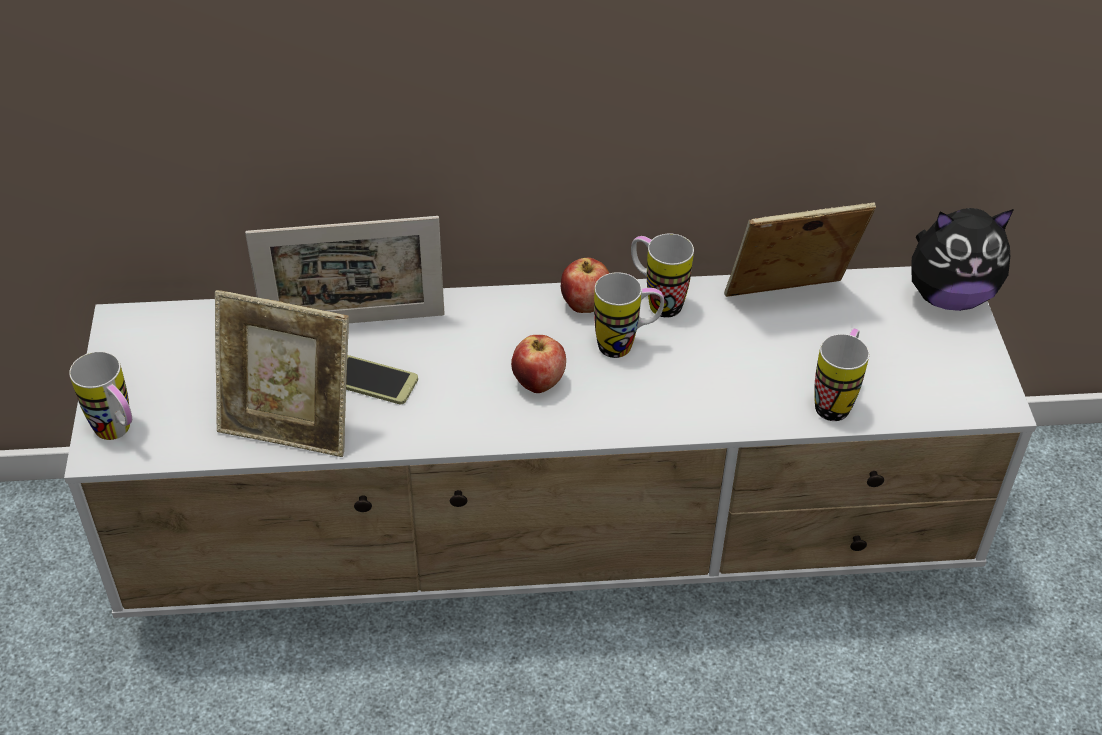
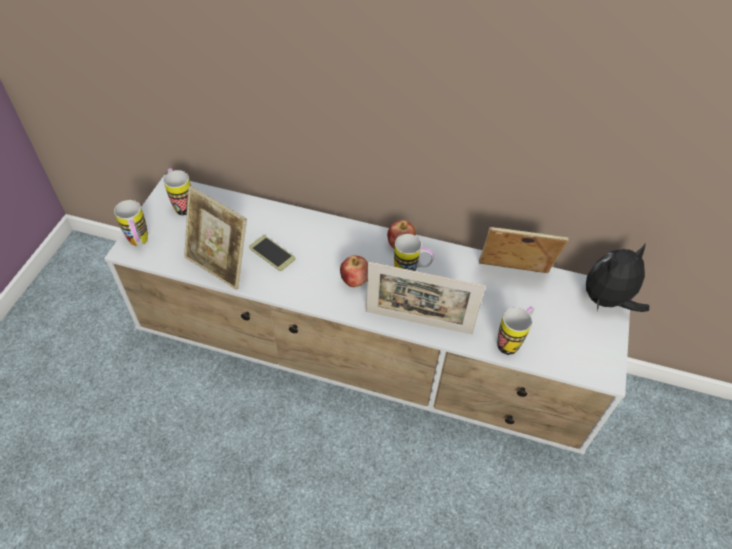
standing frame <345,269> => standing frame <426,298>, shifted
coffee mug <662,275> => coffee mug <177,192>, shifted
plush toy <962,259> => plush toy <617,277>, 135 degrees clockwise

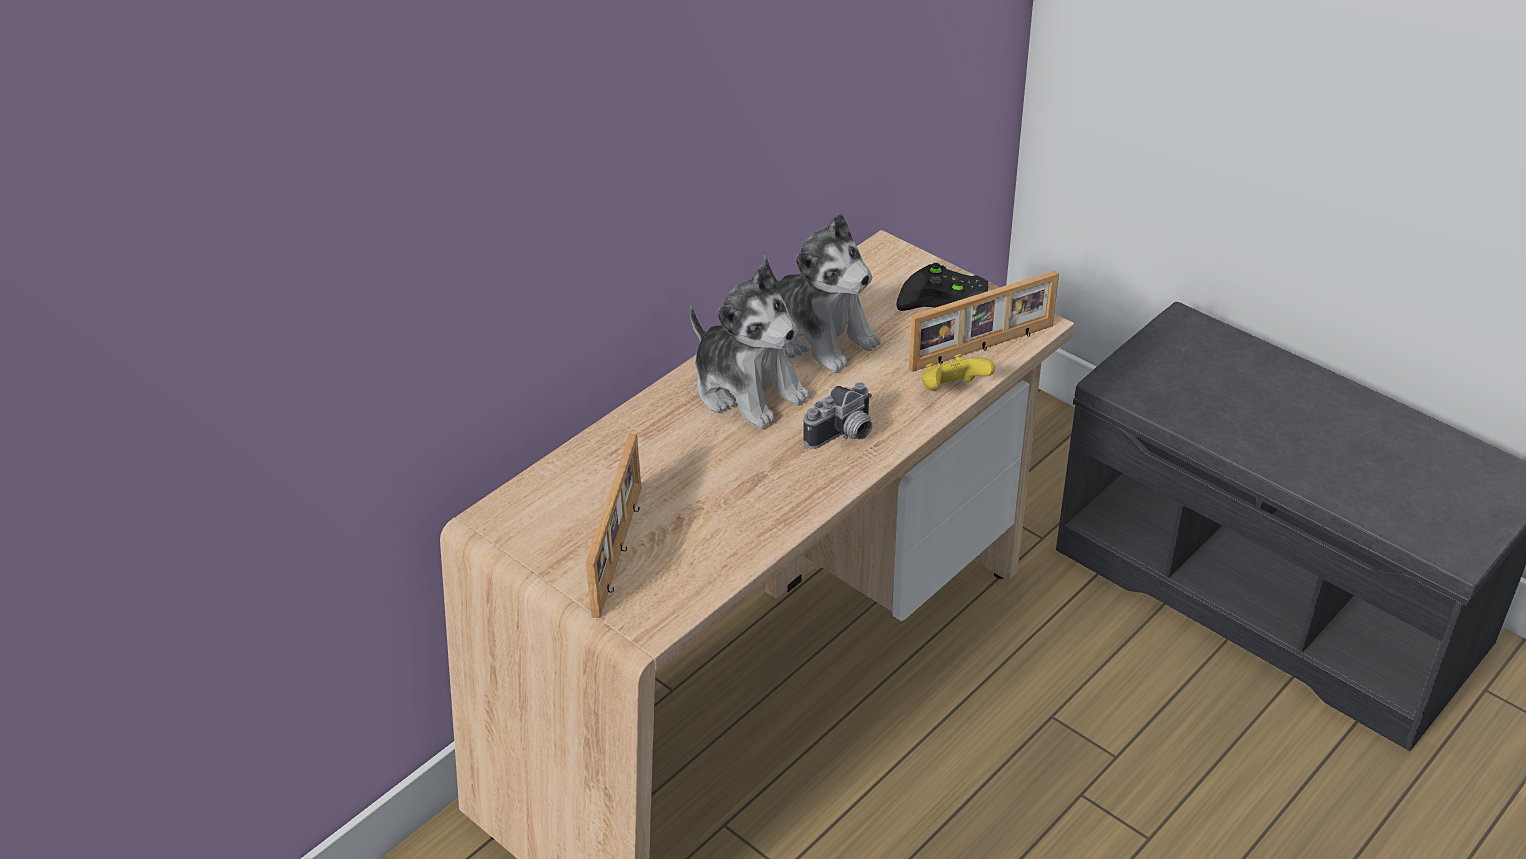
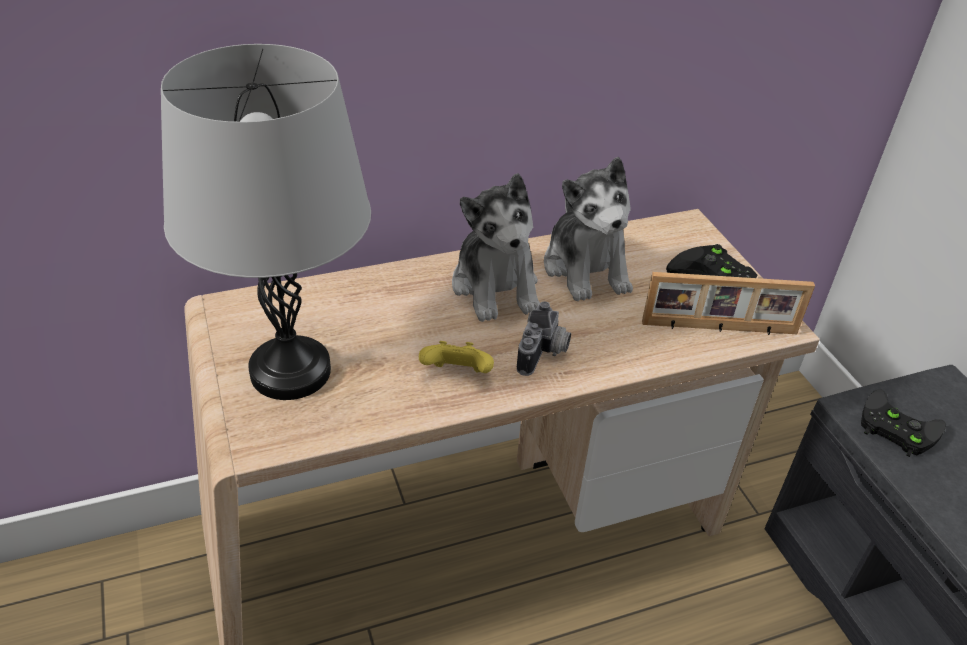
standing frame <613,525> => greyish lamp for a table <266,222>
photo camera <837,415> => photo camera <544,338>, 60 degrees counterclockwise
yellow game controller <958,372> => yellow game controller <456,357>, shifted
nothing => black game controller <903,423>

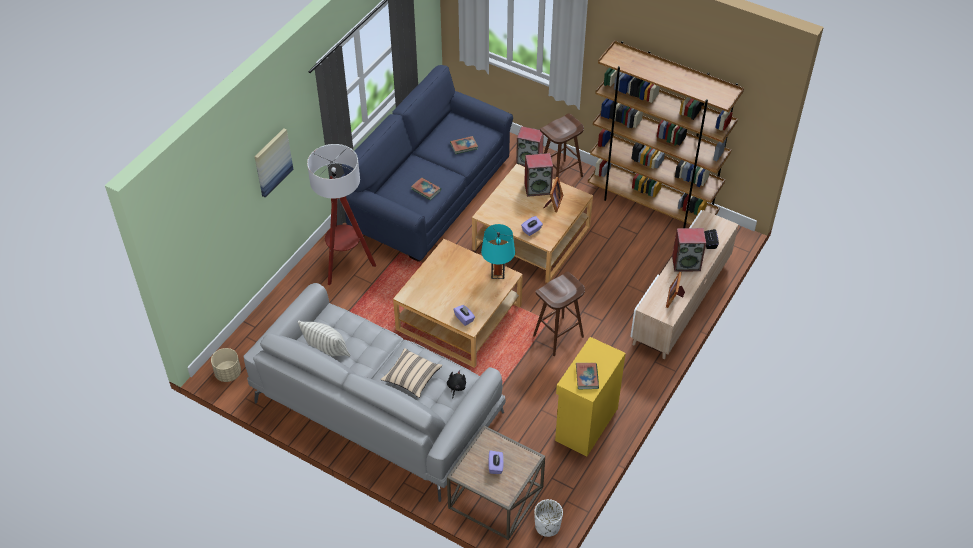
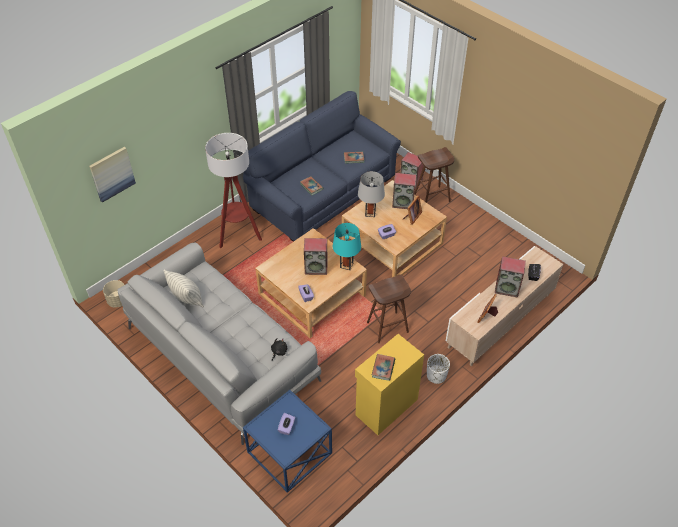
wall picture <273,162> => wall picture <112,175>, shifted
sand-coloured throw pillow <411,373> => nothing
brown side table <496,482> => blue side table <287,441>
white planter <548,518> => white planter <438,369>, shifted
brown bookcase <666,134> => nothing
nothing => loudspeaker <316,256>
nothing => greyish lamp for a table <371,194>

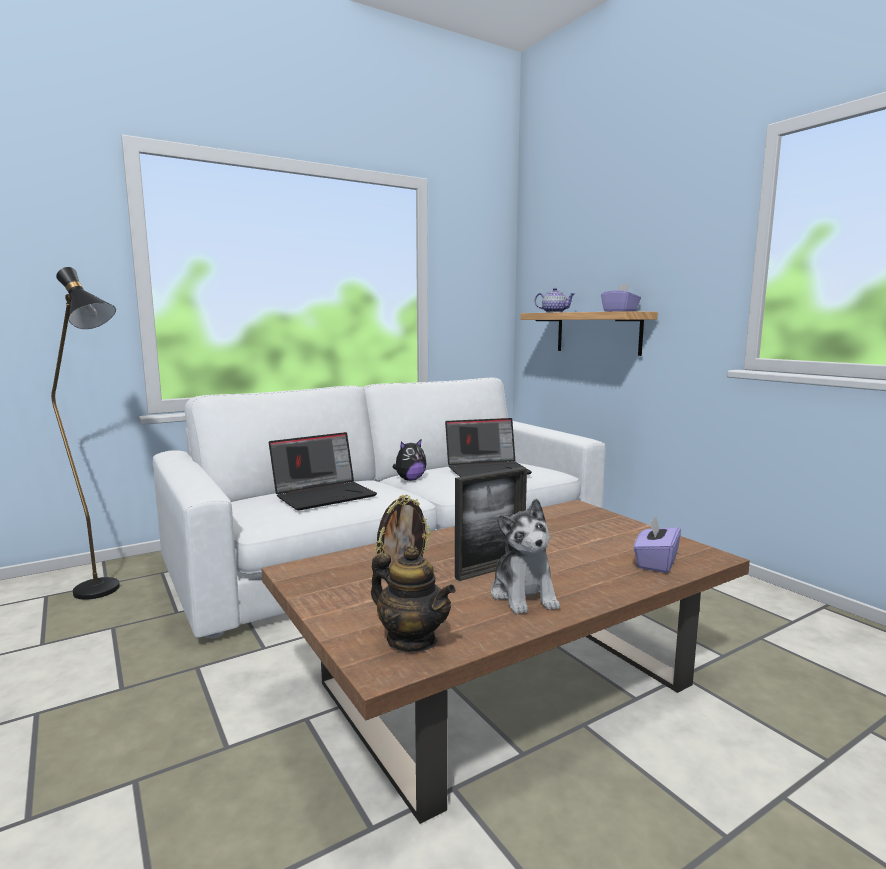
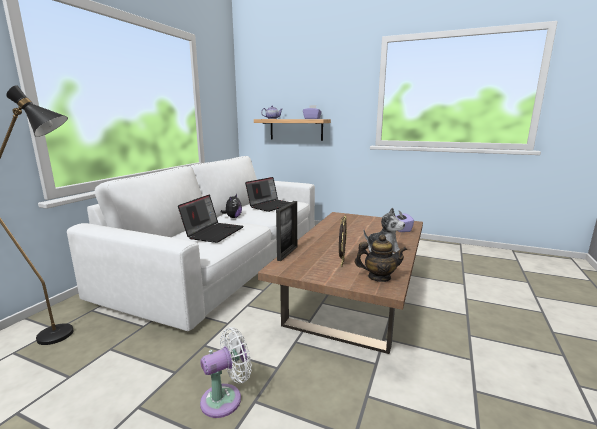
standing frame <491,524> => standing frame <286,231>, shifted
nothing => white fan <226,372>

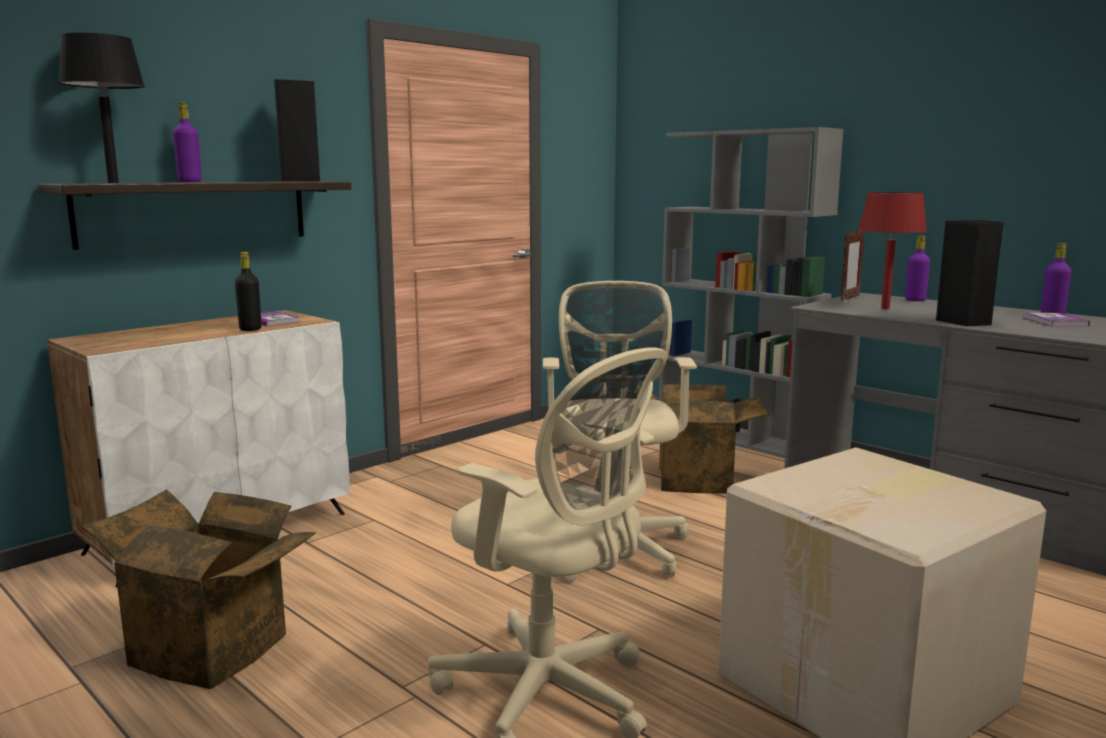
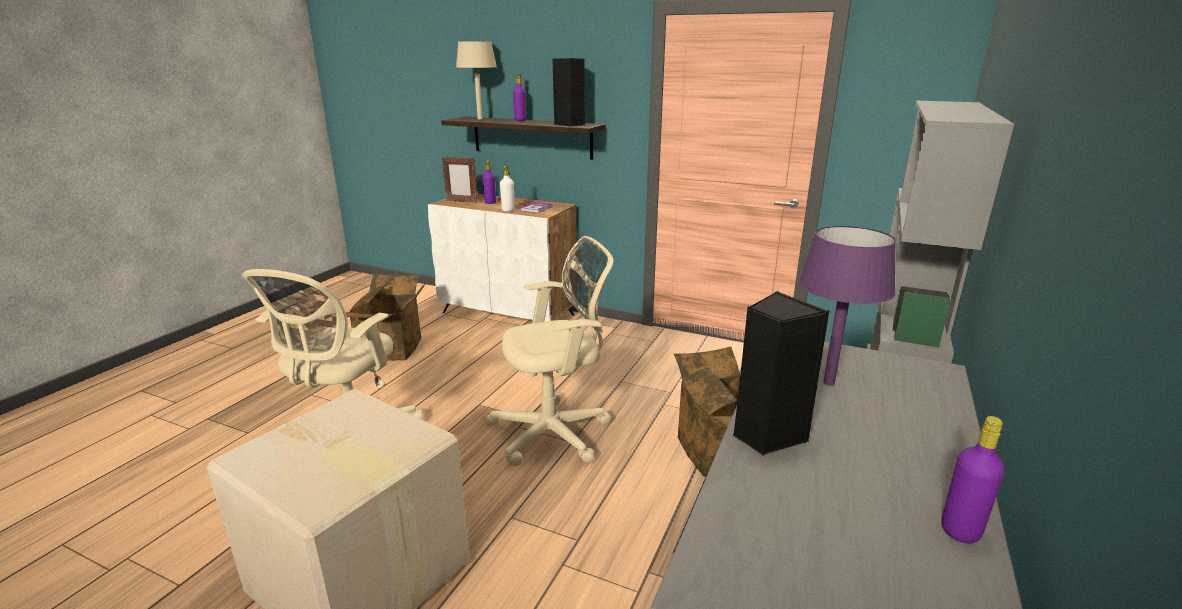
black lamp for a table <101,108> => sand-coloured lamp for a table <476,80>
black drink bottle <248,291> => white drink bottle <507,188>
standing frame <853,265> => standing frame <459,180>, shifted
reddish lamp for a table <893,250> => purple lamp for a table <847,306>
purple drink bottle <917,268> => purple drink bottle <489,182>, shifted
book <1057,319> => nothing

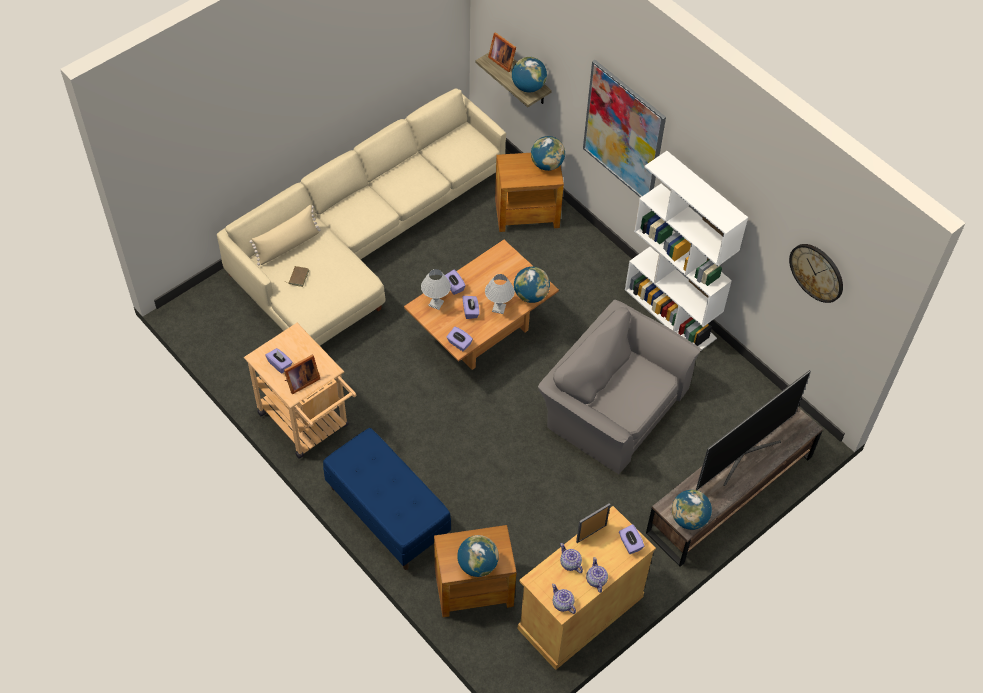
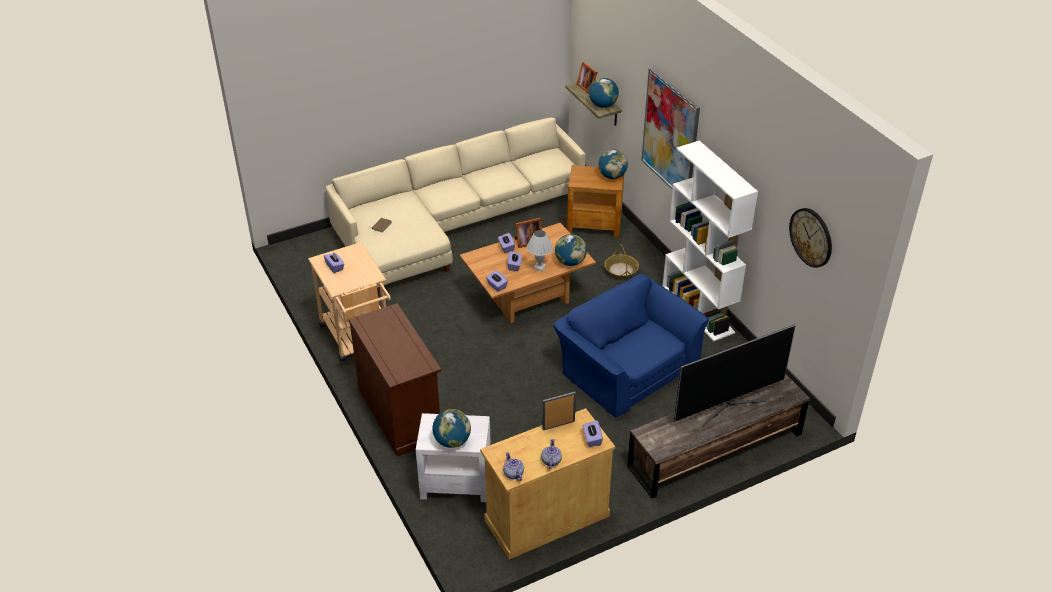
sand-coloured throw pillow <285,235> => nothing
standing frame <302,374> => standing frame <528,233>, shifted
blue long seat <387,499> => brown cabinet <395,380>
white lamp for a table <436,289> => nothing
brown side table <475,571> => white side table <453,457>
greyish easy chair <619,387> => blue easy chair <631,346>
teapot <571,558> => nothing
desk globe <692,510> => nothing
nothing => basket <621,261>

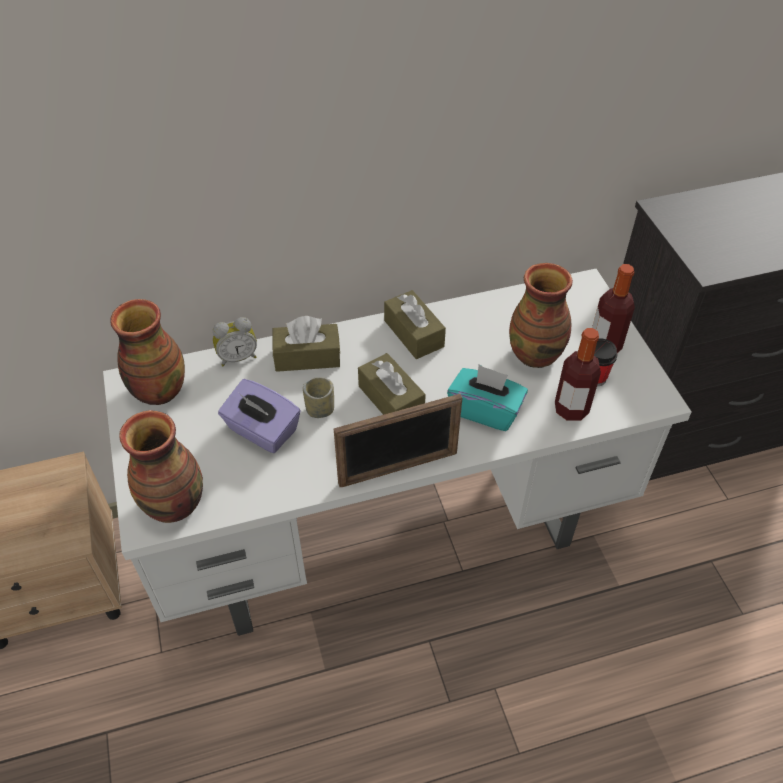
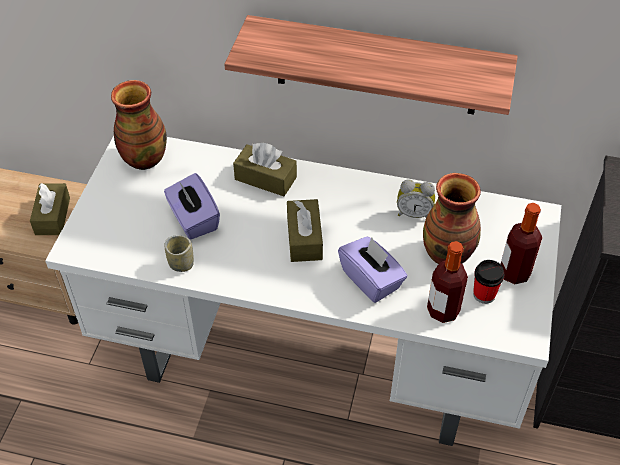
vase <161,466> => nothing
alarm clock <235,341> => alarm clock <416,198>, shifted
cup <318,397> => cup <179,253>, shifted
standing frame <398,440> => nothing
brown box of tissues <415,324> => brown box of tissues <50,209>, shifted
turquoise box of tissues <487,398> => purple box of tissues <373,269>
nothing => shelf <371,65>

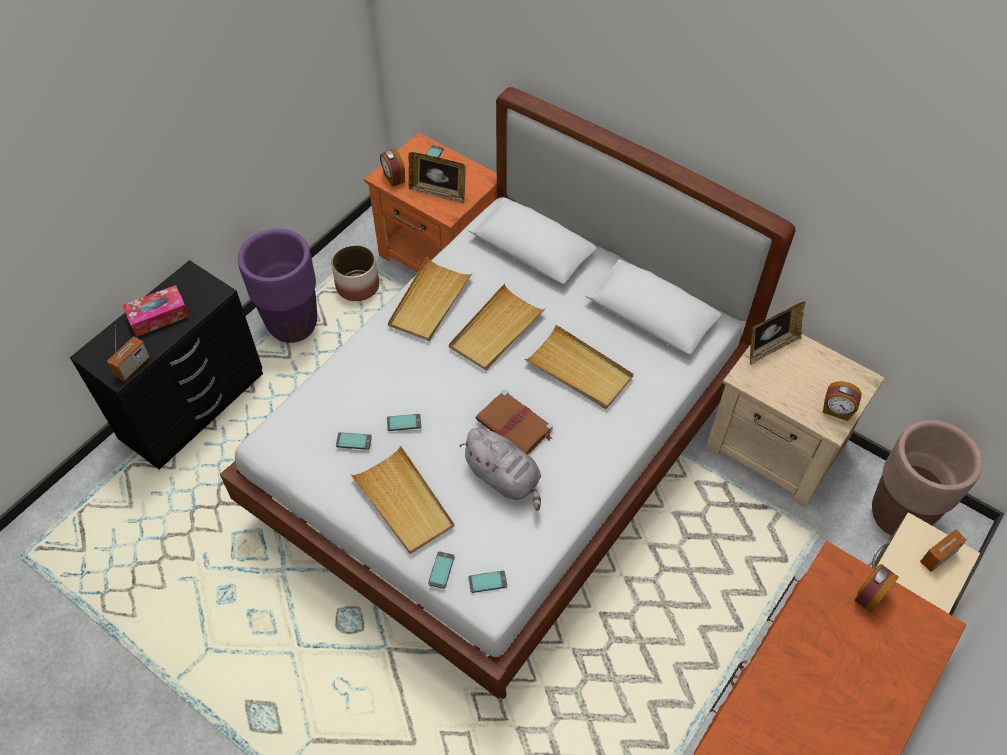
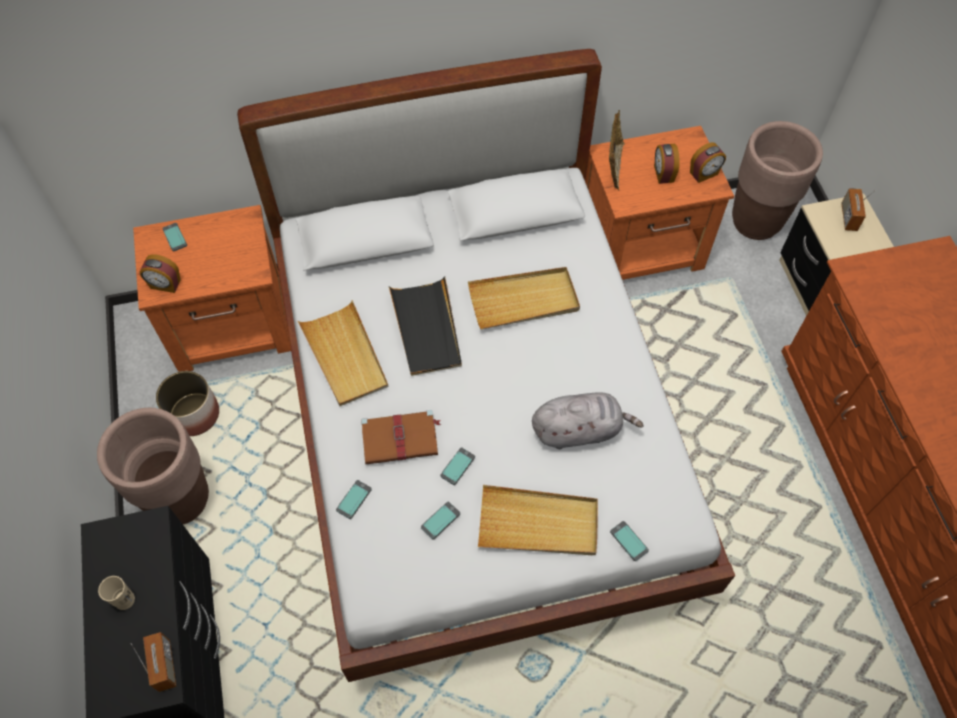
box of tissues <156,311> => sand-coloured cup <116,593>
purple planter <277,286> => brown planter <153,466>
standing frame <437,178> => nothing
sand-coloured carrying tray <497,327> => black carrying tray <425,326>
handset <487,582> => handset <354,499>, shifted
brown book <514,422> => brown book <401,437>, shifted
sand-coloured night table <795,421> => orange night table <659,203>
alarm clock <876,588> => alarm clock <667,164>, shifted

